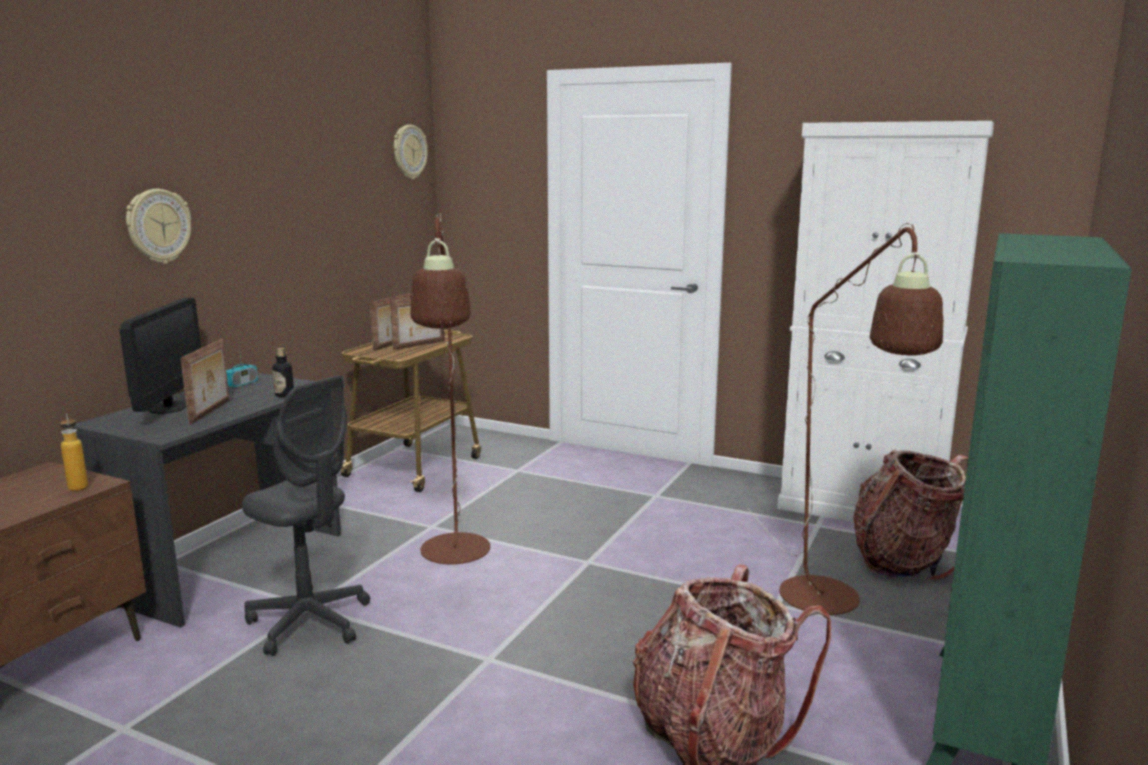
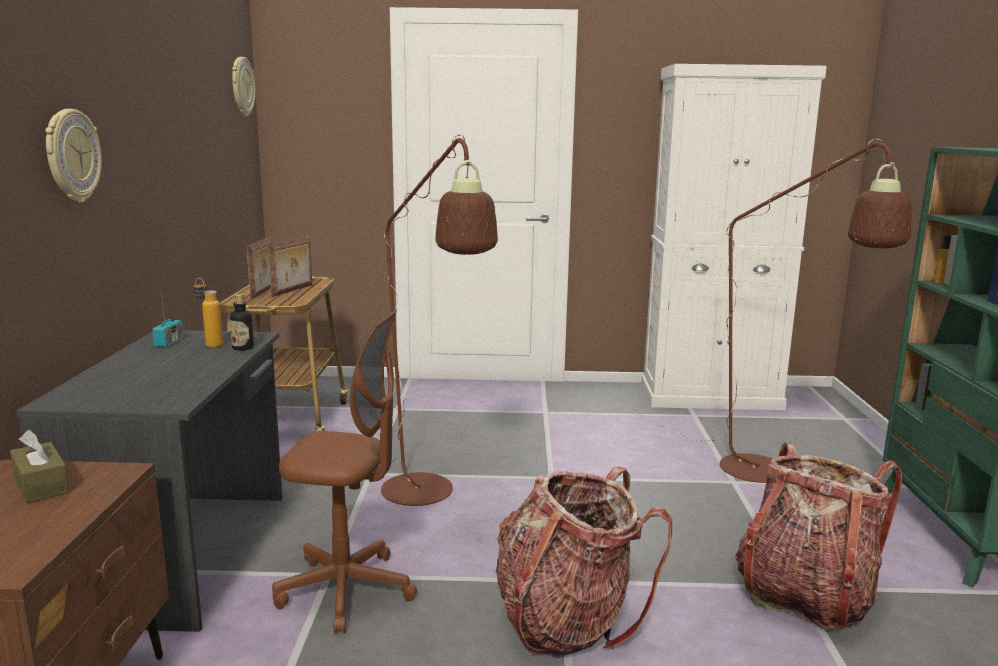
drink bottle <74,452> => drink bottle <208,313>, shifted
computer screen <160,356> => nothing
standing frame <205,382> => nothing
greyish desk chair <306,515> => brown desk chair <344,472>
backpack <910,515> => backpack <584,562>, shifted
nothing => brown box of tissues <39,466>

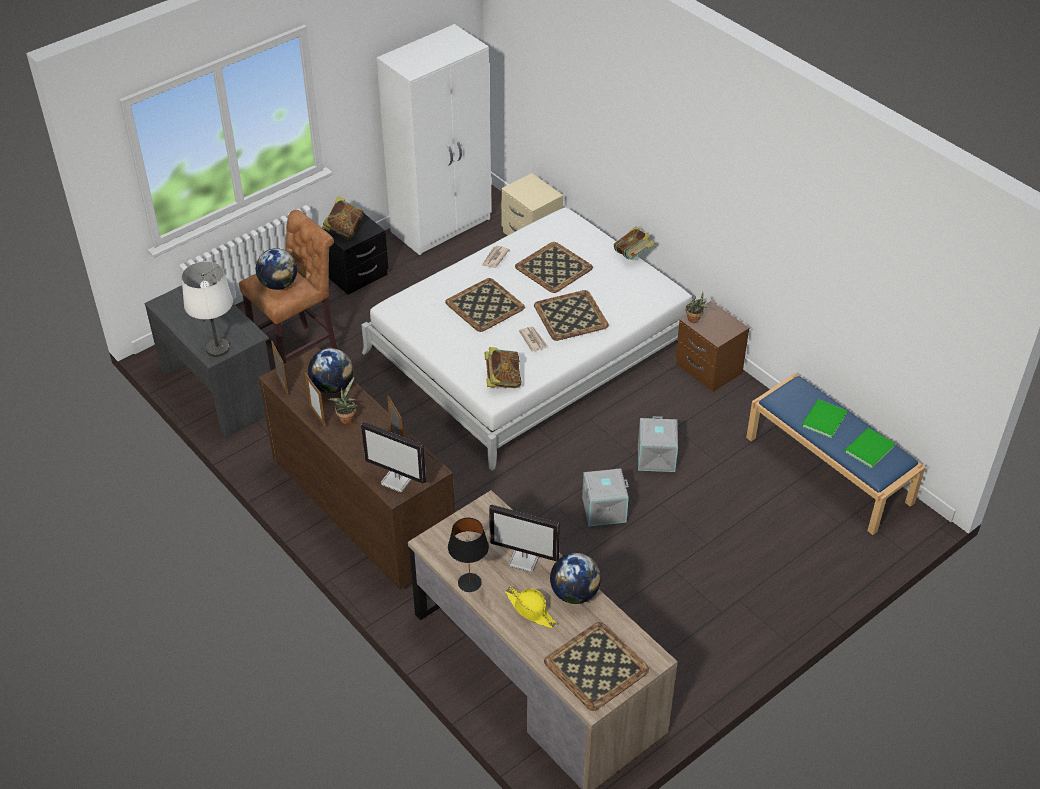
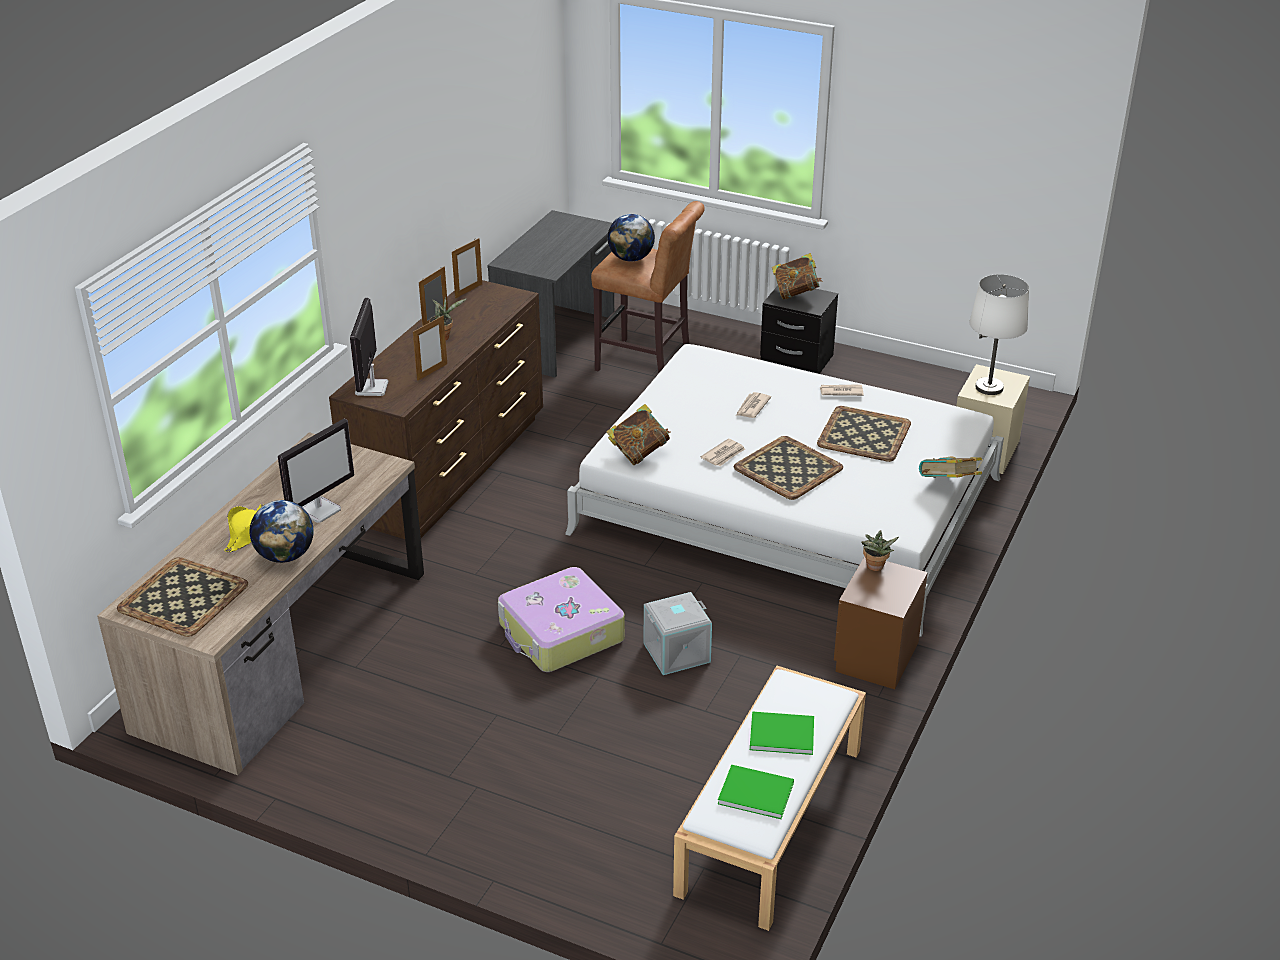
white lamp for a table <207,309> => white lamp for a table <999,334>, shifted
desk globe <331,370> => nothing
white clothes cupboard <434,139> => nothing
carrying tray <485,305> => daily paper <753,405>
black lamp for a table <468,555> => nothing
computer screen <524,538> => computer screen <316,471>, 135 degrees counterclockwise
greyish storage bin <605,497> => piece of luggage <561,619>
blue long seat <836,454> => white long seat <769,798>

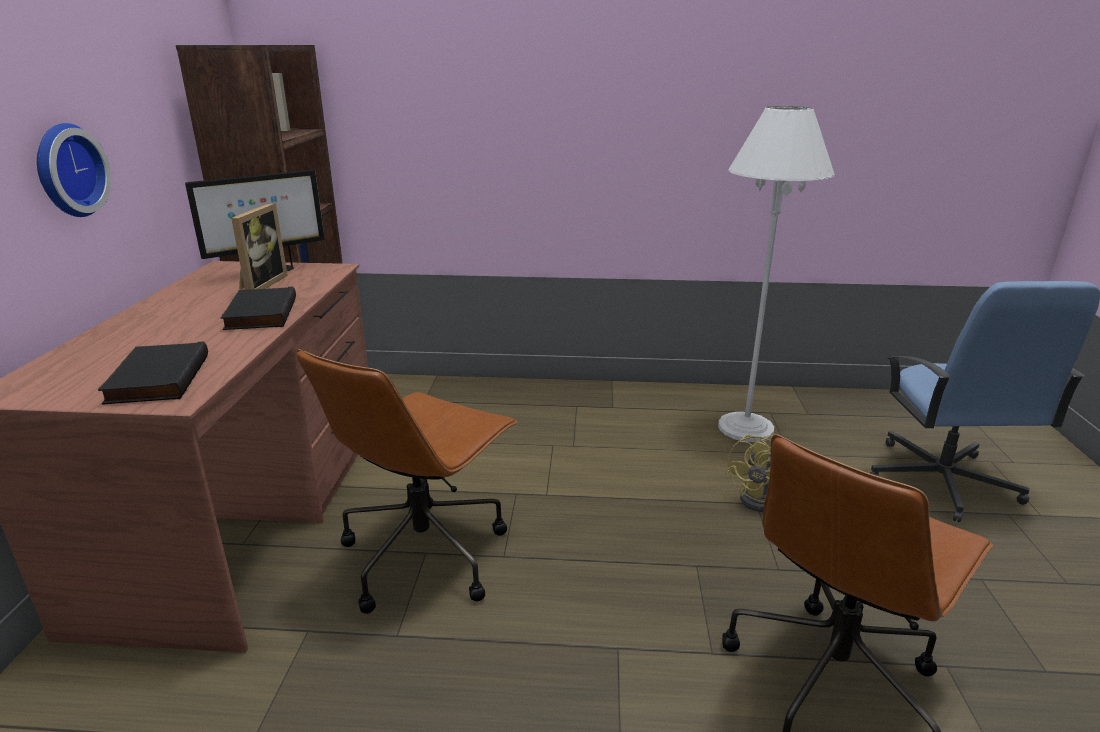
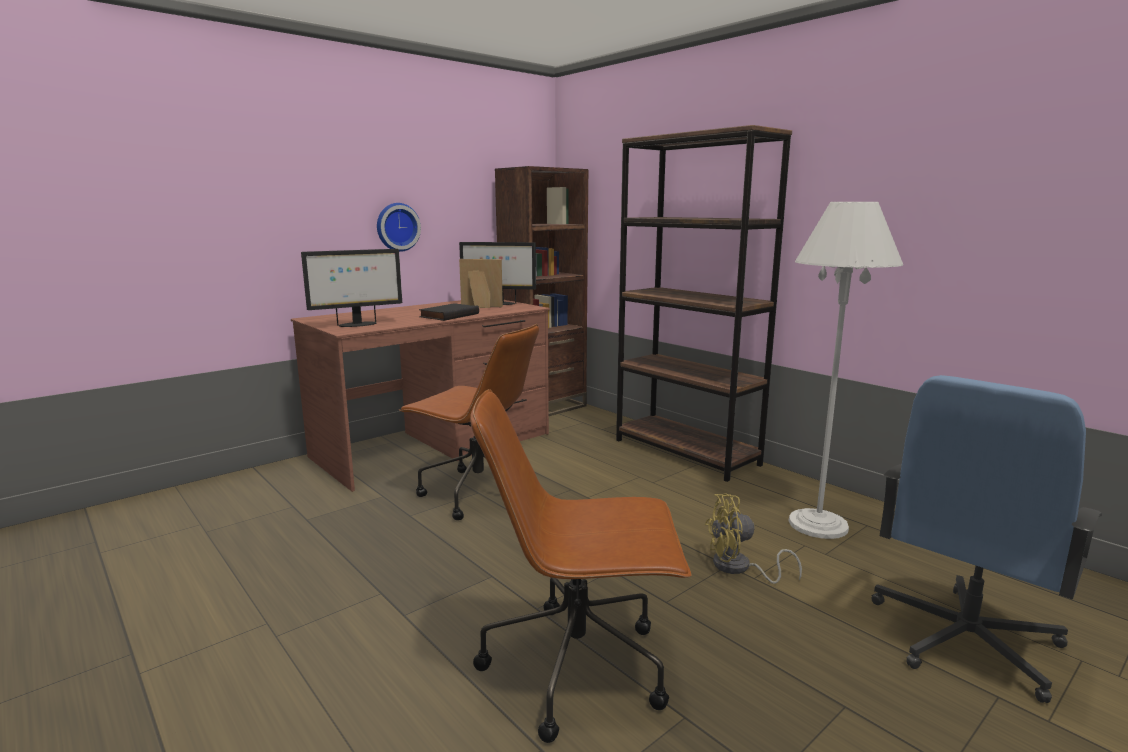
black book <153,373> => computer screen <351,288>
standing frame <259,246> => standing frame <481,283>, 135 degrees counterclockwise
brown desk chair <407,481> => brown desk chair <469,422>, 135 degrees counterclockwise
nothing => brown bookcase <704,303>

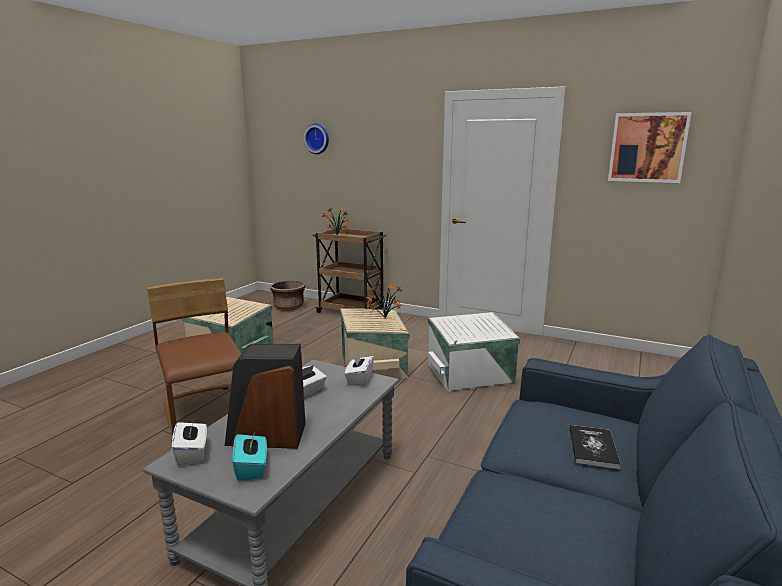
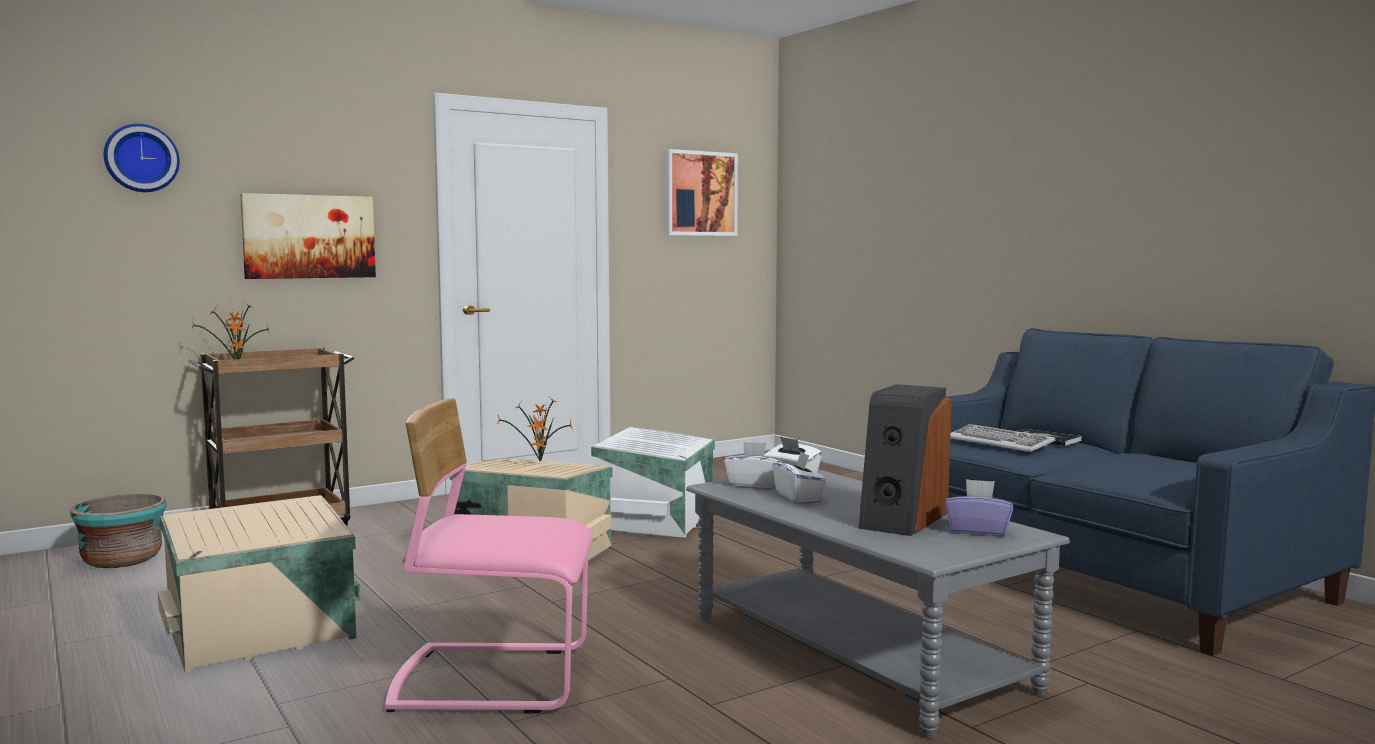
brown chair <194,356> => pink chair <489,556>
white box of tissues <189,443> => white box of tissues <753,465>, shifted
turquoise box of tissues <249,456> => purple box of tissues <979,507>
brown planter <287,296> => turquoise planter <118,531>
nothing => wall picture <308,236>
nothing => keyboard <1003,438>

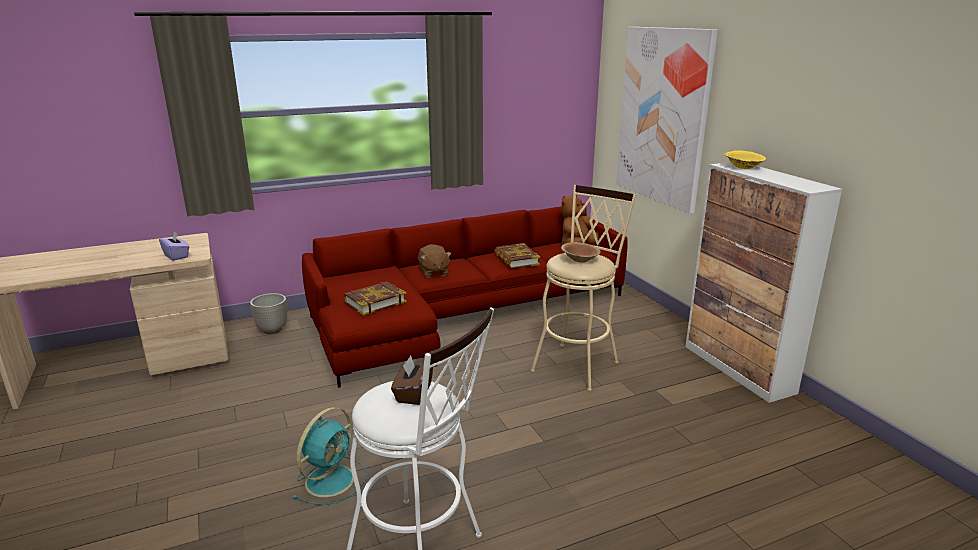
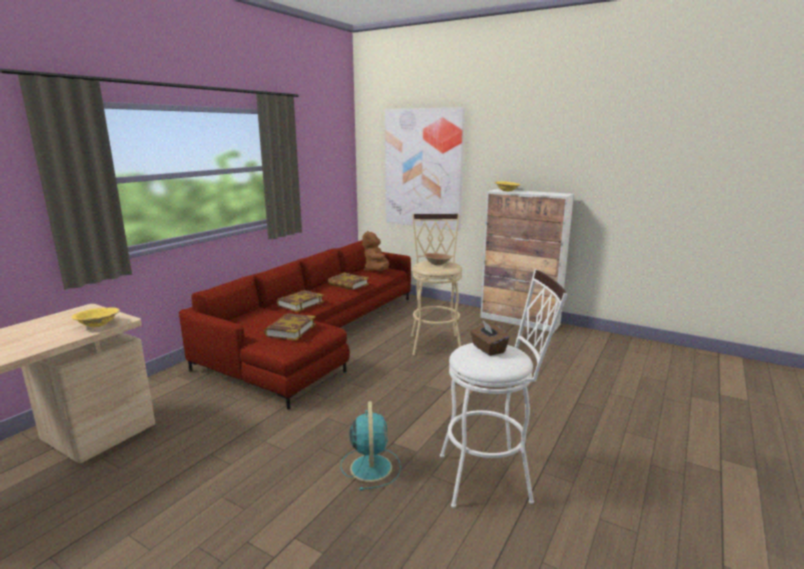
purple box of tissues <174,246> => yellow serving bowl <95,317>
planter <268,313> => nothing
brown plush toy <434,261> => book <300,301>

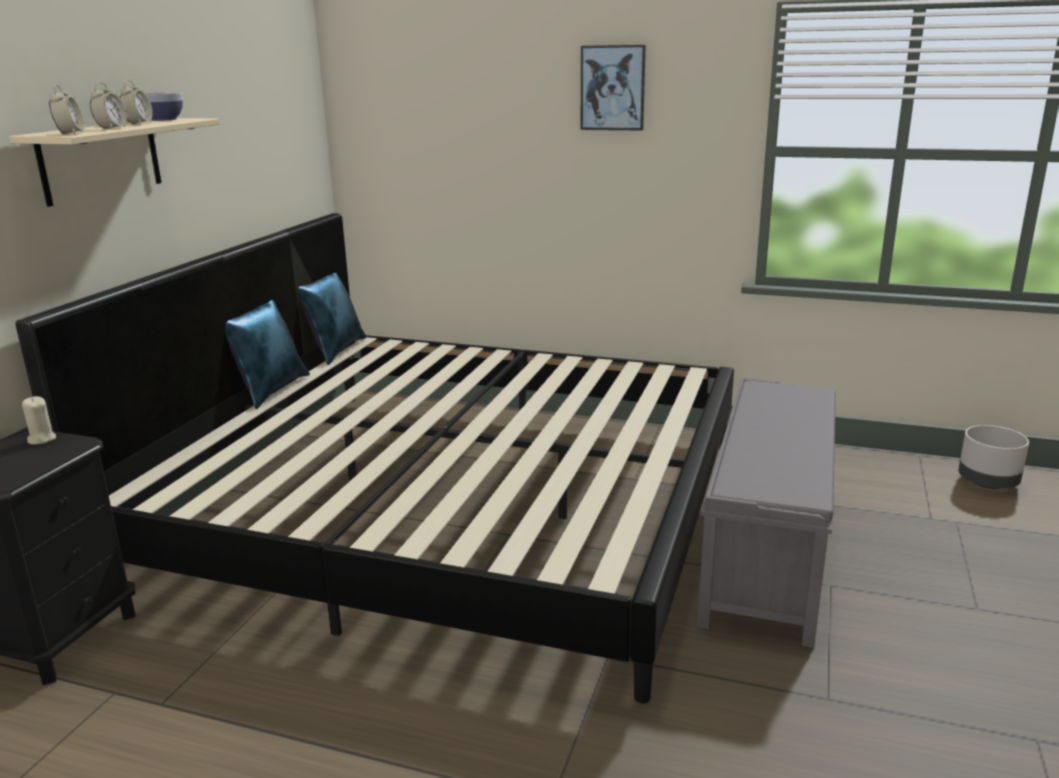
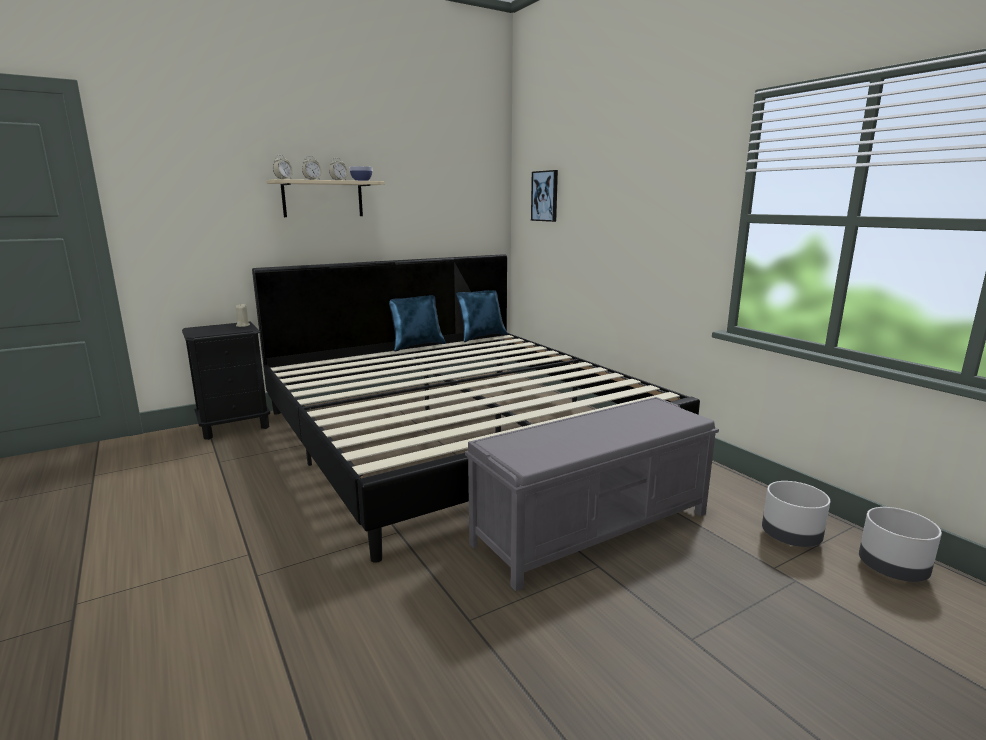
wall picture <613,87> => wall picture <544,196>, shifted
nothing => greyish planter <796,514>

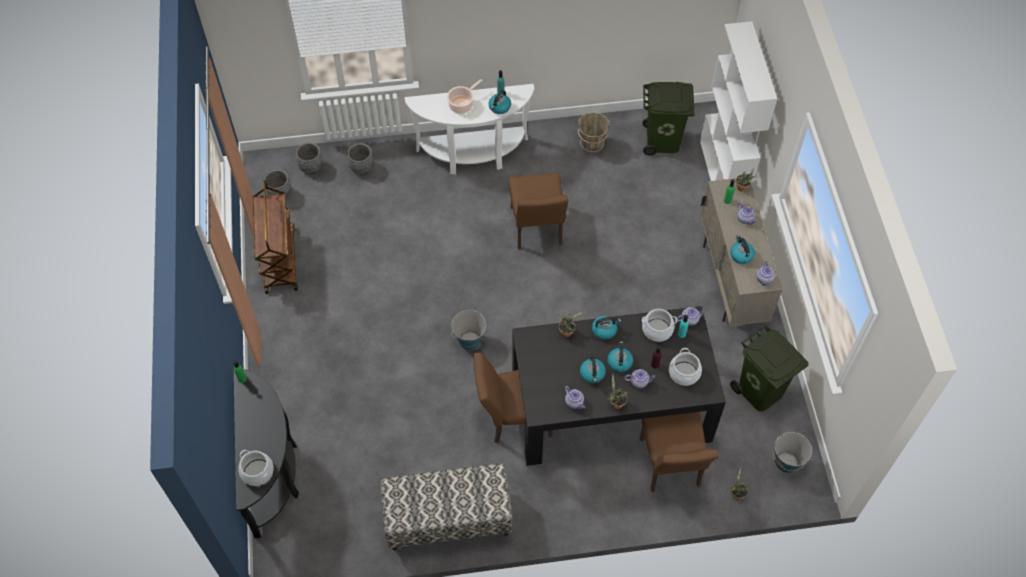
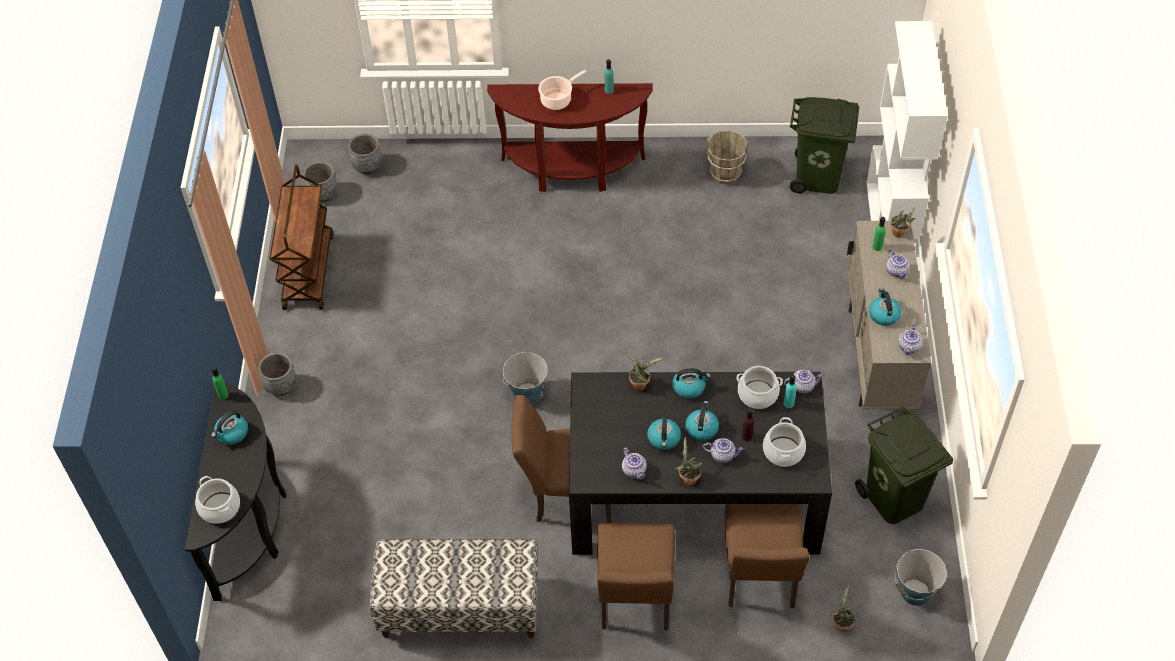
greyish planter <360,159> => greyish planter <277,374>, shifted
white console table <469,129> => brown console table <570,137>
kettle <500,102> => kettle <229,428>, shifted
brown chair <538,211> => brown chair <636,576>, shifted

